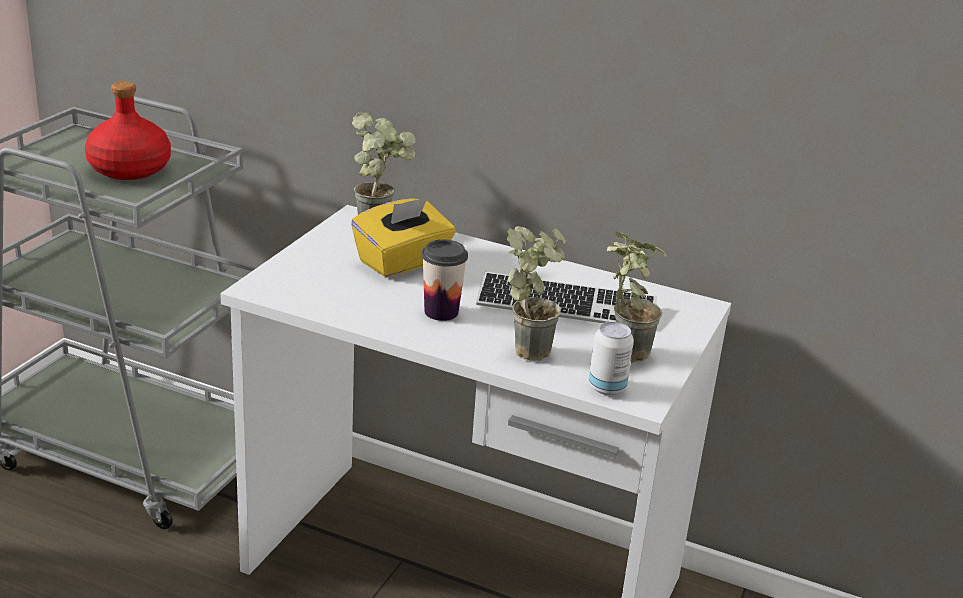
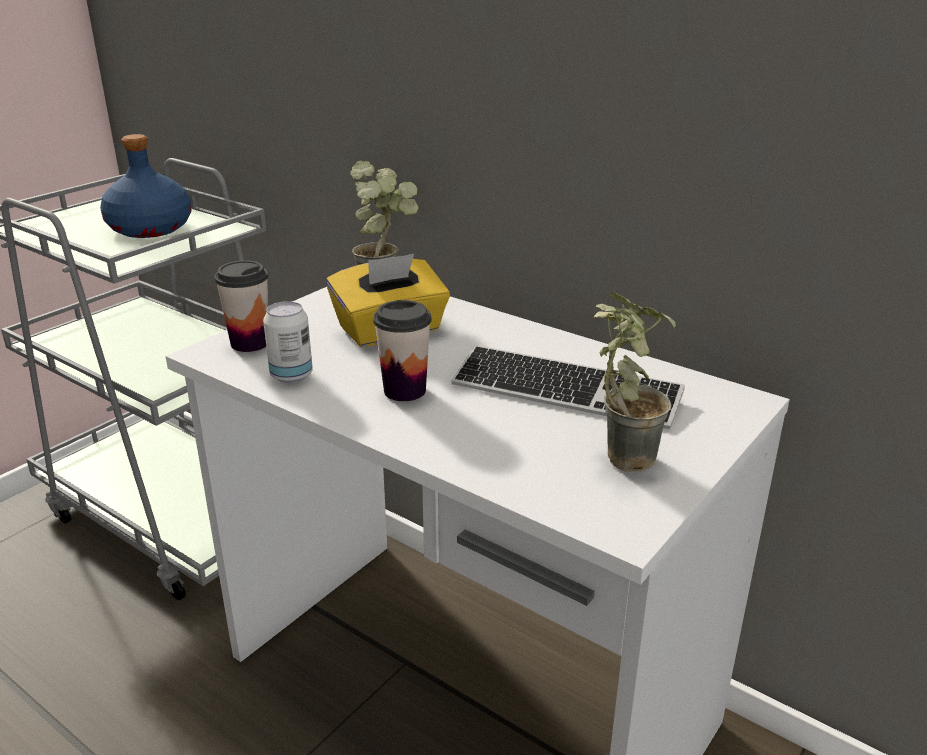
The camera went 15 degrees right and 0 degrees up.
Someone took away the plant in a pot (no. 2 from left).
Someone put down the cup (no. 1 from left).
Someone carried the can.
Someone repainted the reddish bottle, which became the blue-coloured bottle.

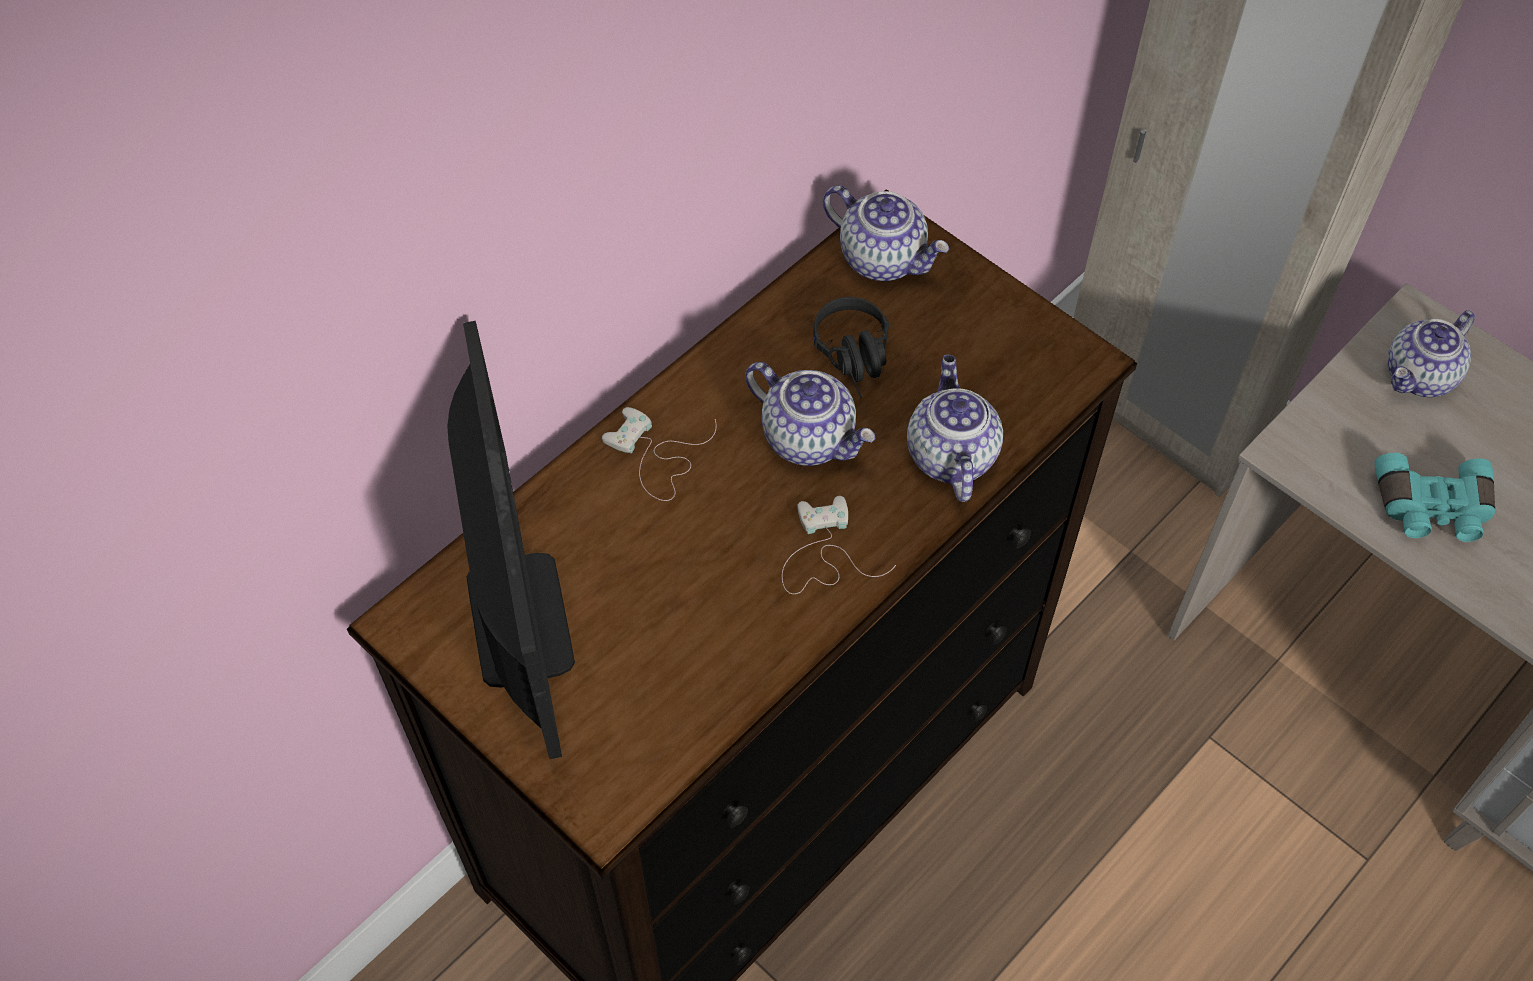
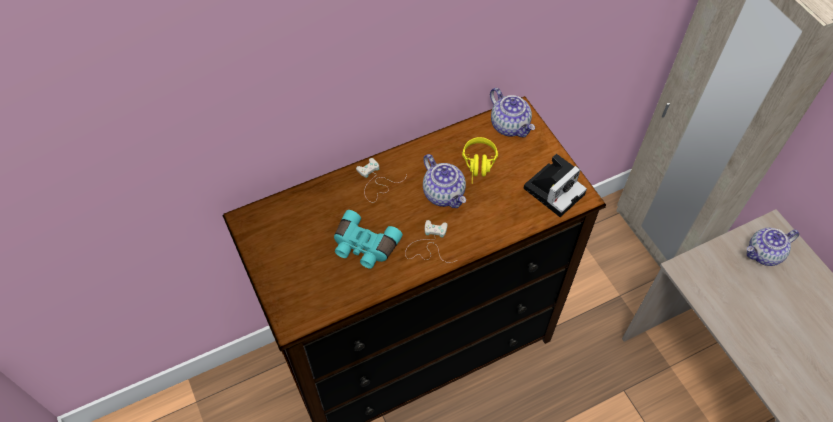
The camera went 20 degrees right and 0 degrees up.
Someone took away the computer display.
Someone took away the pot for tea (no. 3 from left).
Someone put down the still camera.
Someone carried the turquoise field glasses.
Someone repainted the black-coloured headset, which became the yellowish headset.

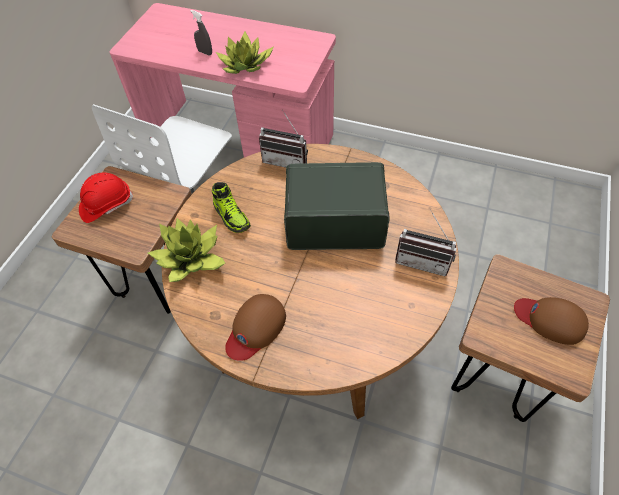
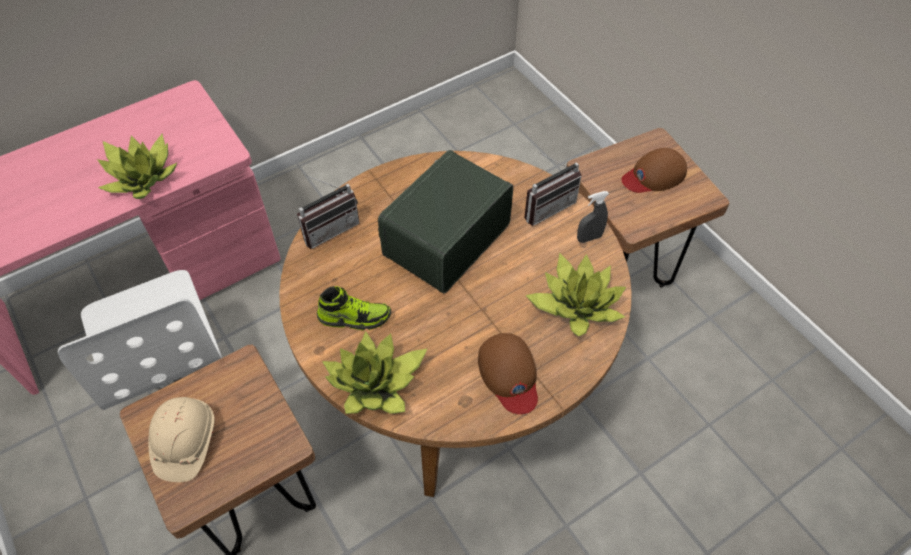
The camera went 55 degrees left and 0 degrees up.
Someone put down the plant in a pot (no. 3 from left).
Someone carried the greyish hand sprayer.
Someone repainted the reddish work helmet, which became the beige-coloured work helmet.

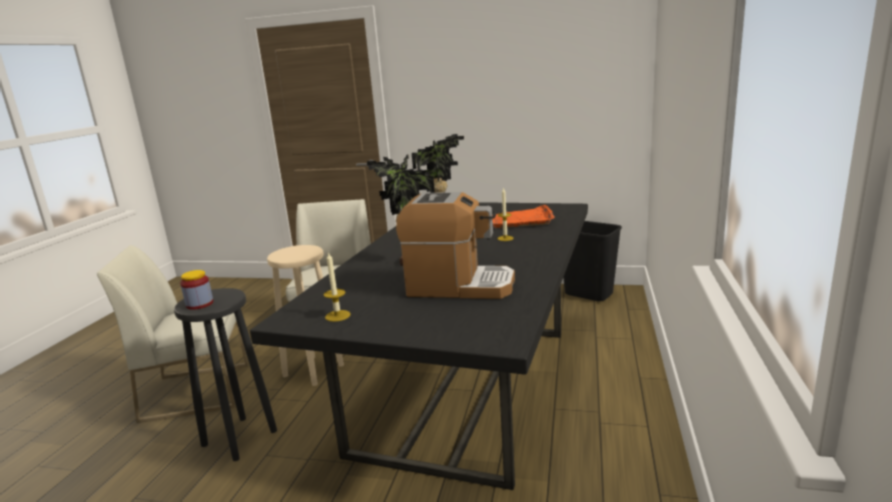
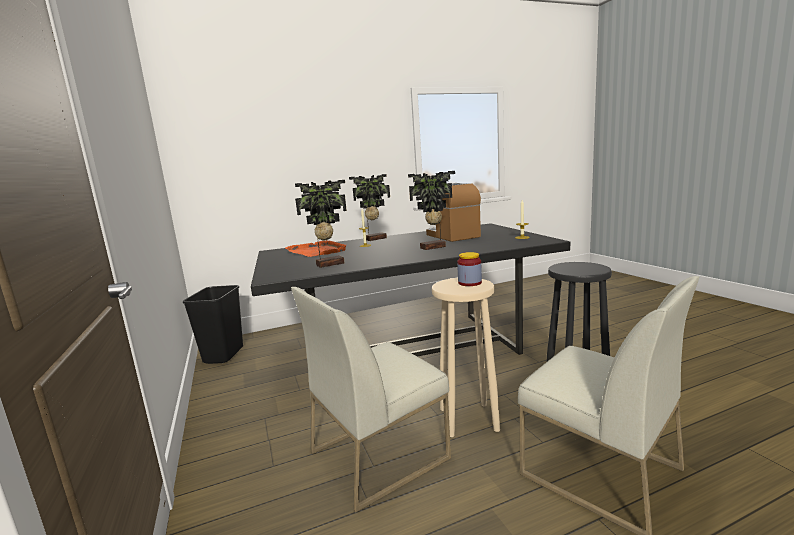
The camera went 125 degrees left and 5 degrees down.
Someone put down the plant in a pot (no. 2 from left).
Someone carried the storage jar.

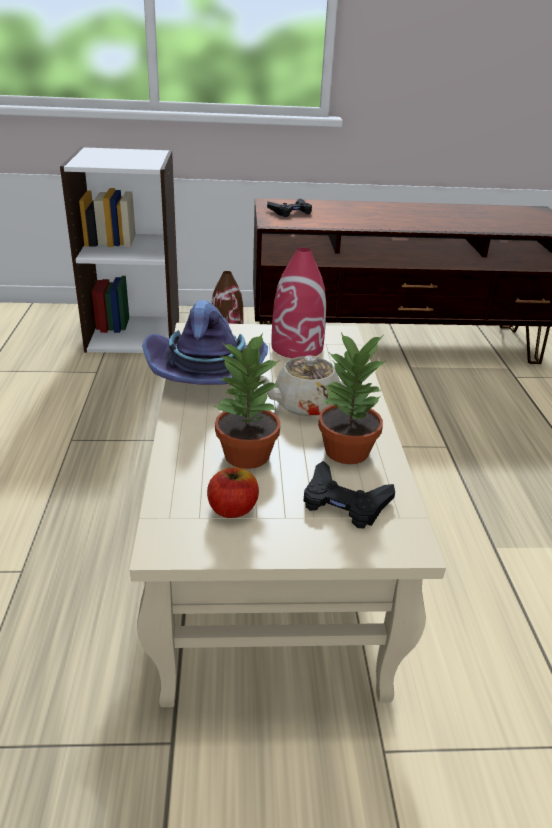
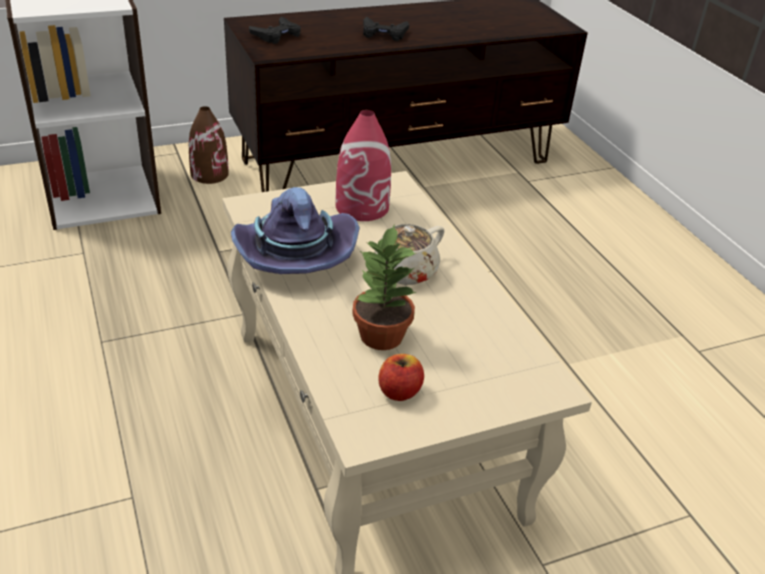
The camera went 20 degrees left and 5 degrees up.
Someone took away the plant in a pot (no. 2 from left).
Someone carried the black-coloured joypad (no. 2 from left).

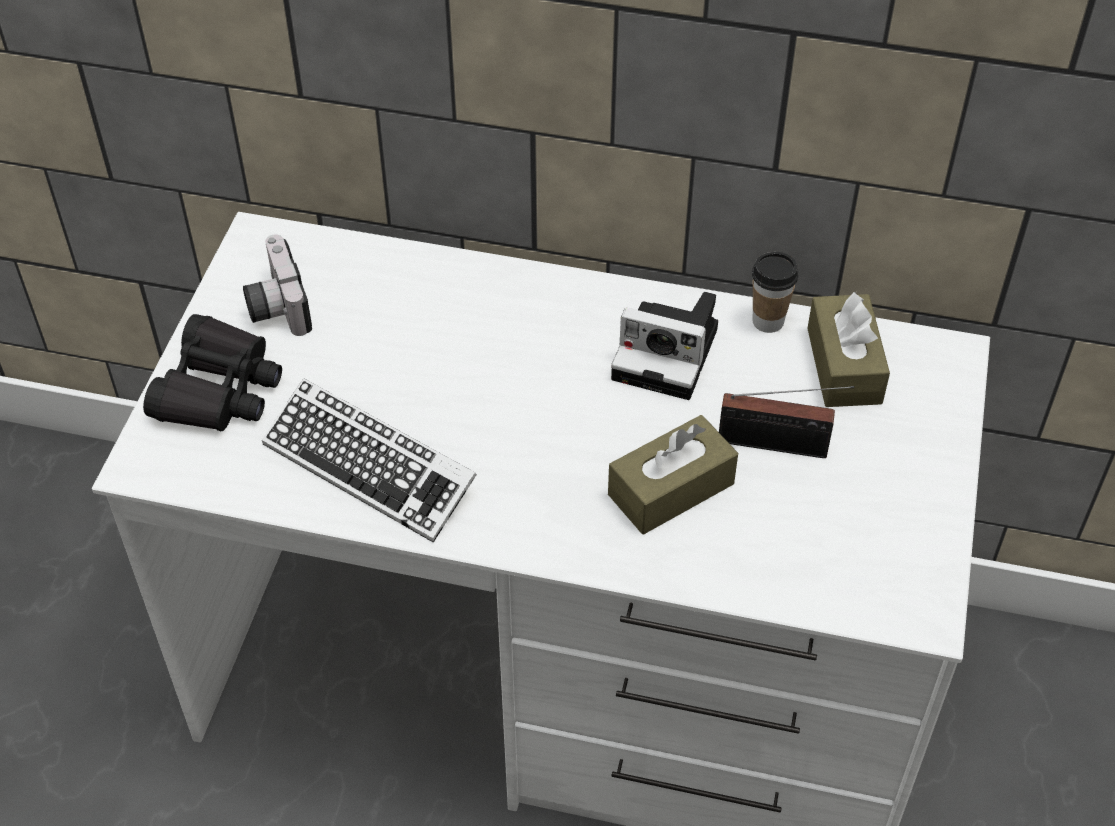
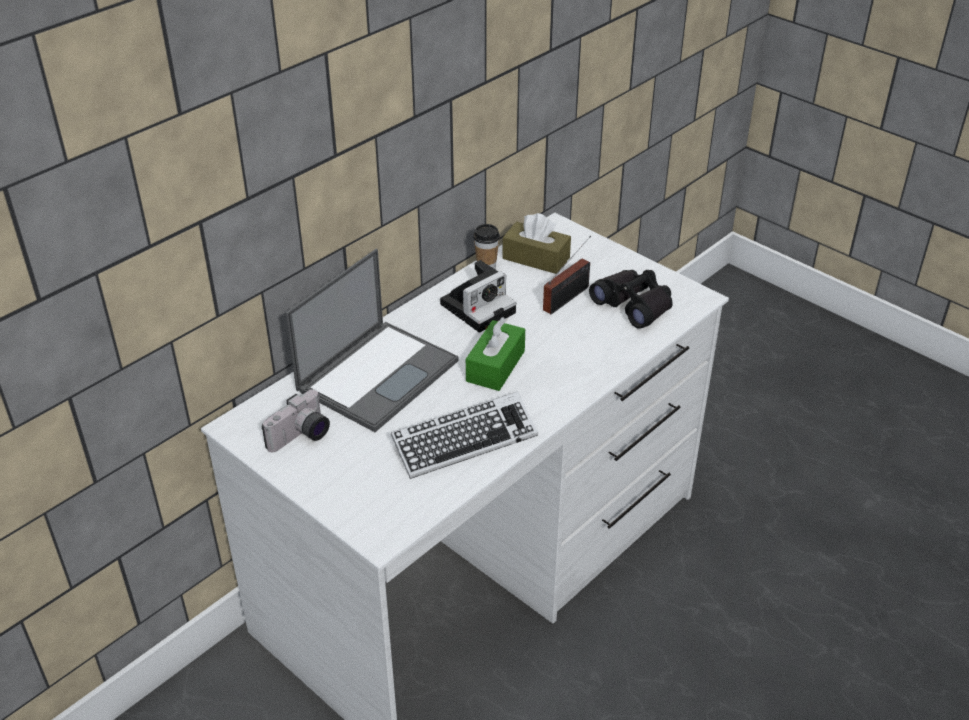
The camera went 60 degrees left and 10 degrees down.
Someone took away the brown box of tissues (no. 1 from left).
Someone put down the notebook computer.
Someone put down the green-coloured box of tissues.
Someone carried the black-coloured field glasses.
Someone rotated the still camera (no. 1 from left) by 60 degrees counterclockwise.

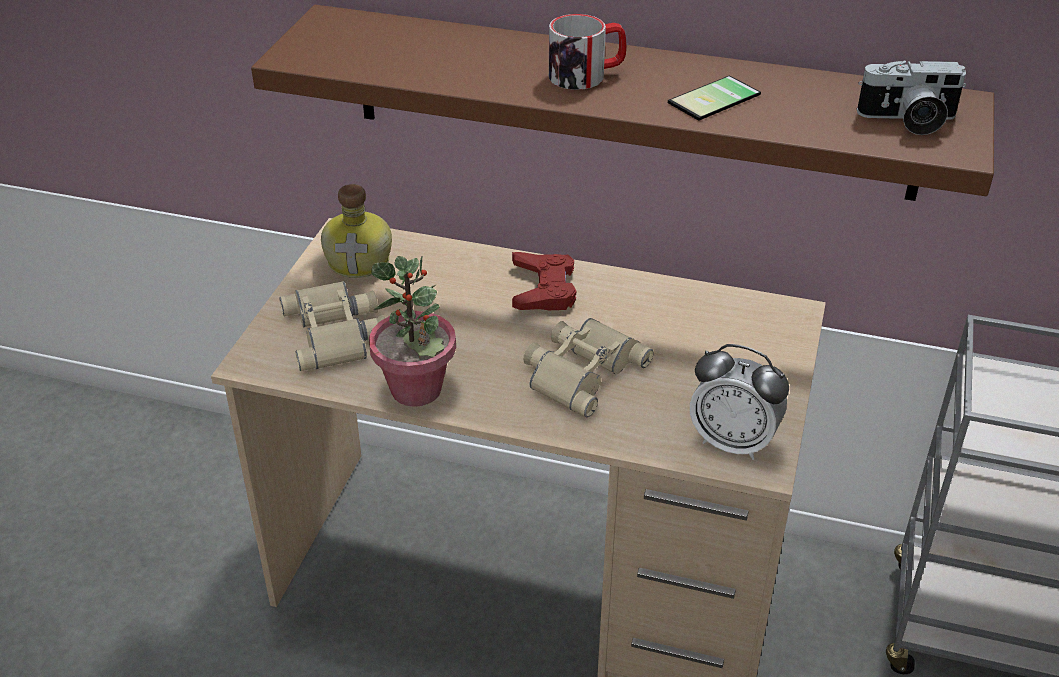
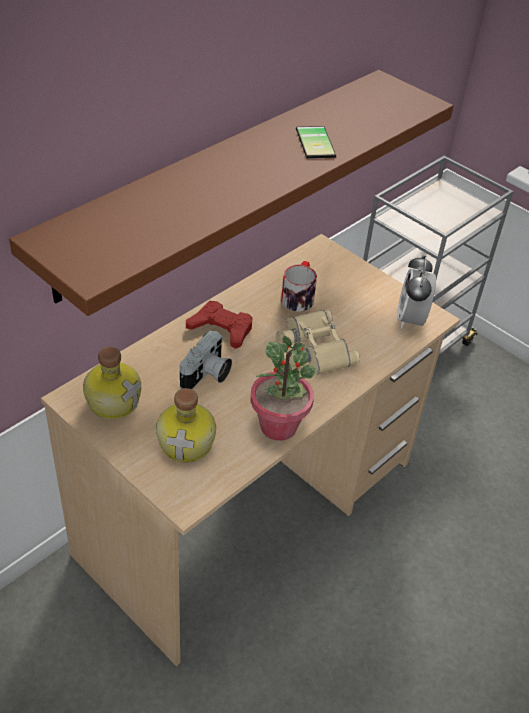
The camera went 65 degrees left and 5 degrees up.
Someone carried the coffee mug.
Someone carried the still camera.
Someone swapped the beige-coloured field glasses (no. 1 from left) for the bottle (no. 2 from left).
Someone rotated the bedside clock by 135 degrees clockwise.

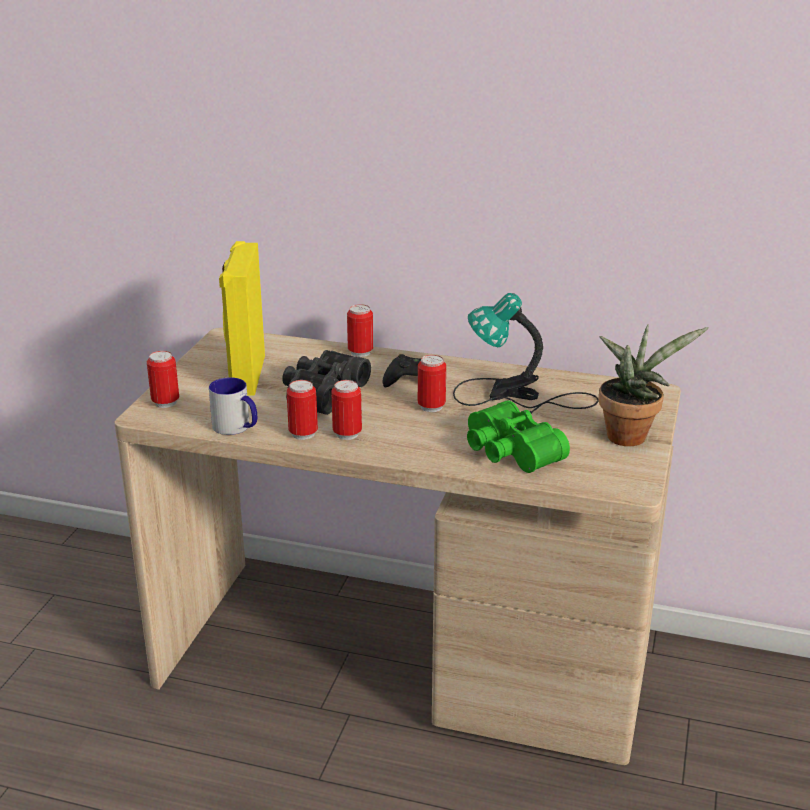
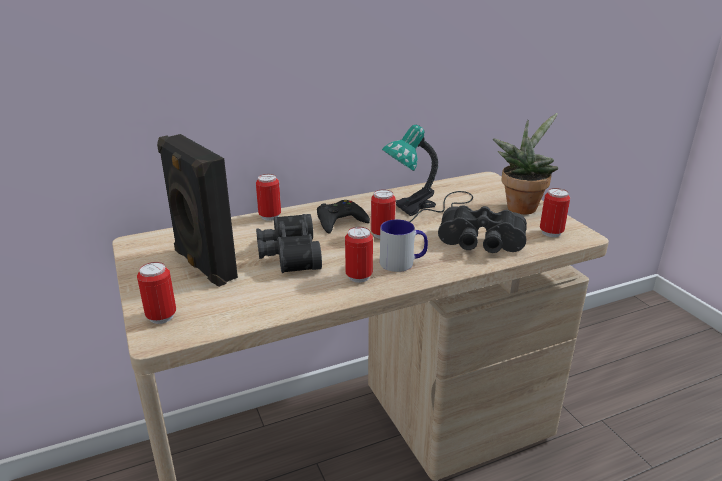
The camera went 40 degrees left and 0 degrees up.
Someone carried the coffee mug.
Someone carried the can (no. 2 from left in the first image).
Someone repainted the yellowish audio speaker, which became the black-coloured audio speaker.
Someone repainted the green-coloured field glasses, which became the black-coloured field glasses (no. 2 from left).

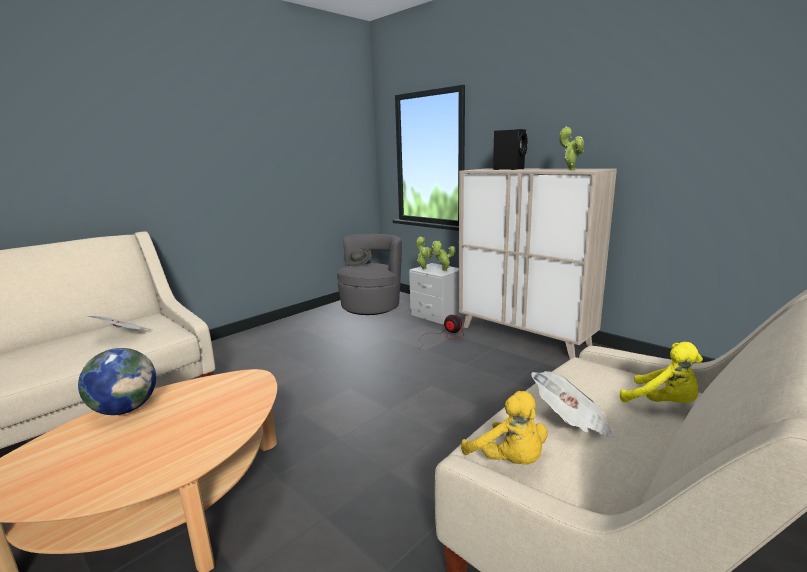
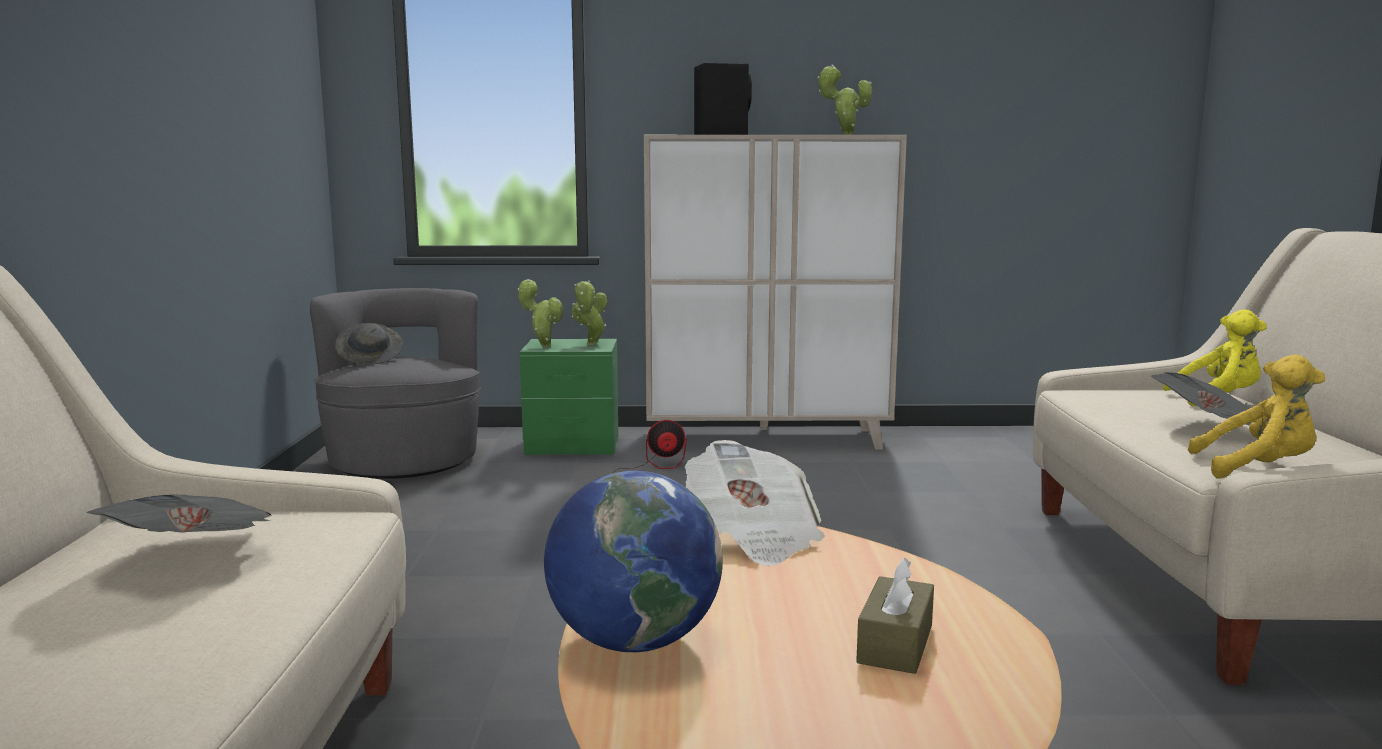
The camera went 45 degrees left and 5 degrees down.
Someone put down the newspaper (no. 2 from left).
Someone put down the brown box of tissues.
Someone repainted the greyish night table, which became the green-coloured night table.

